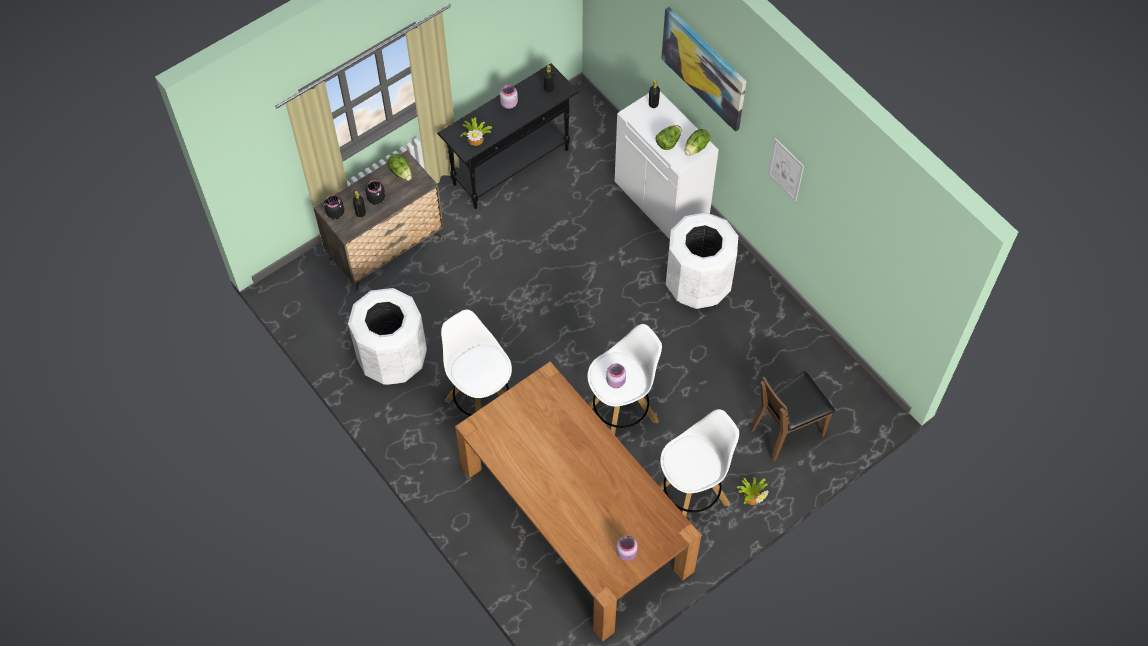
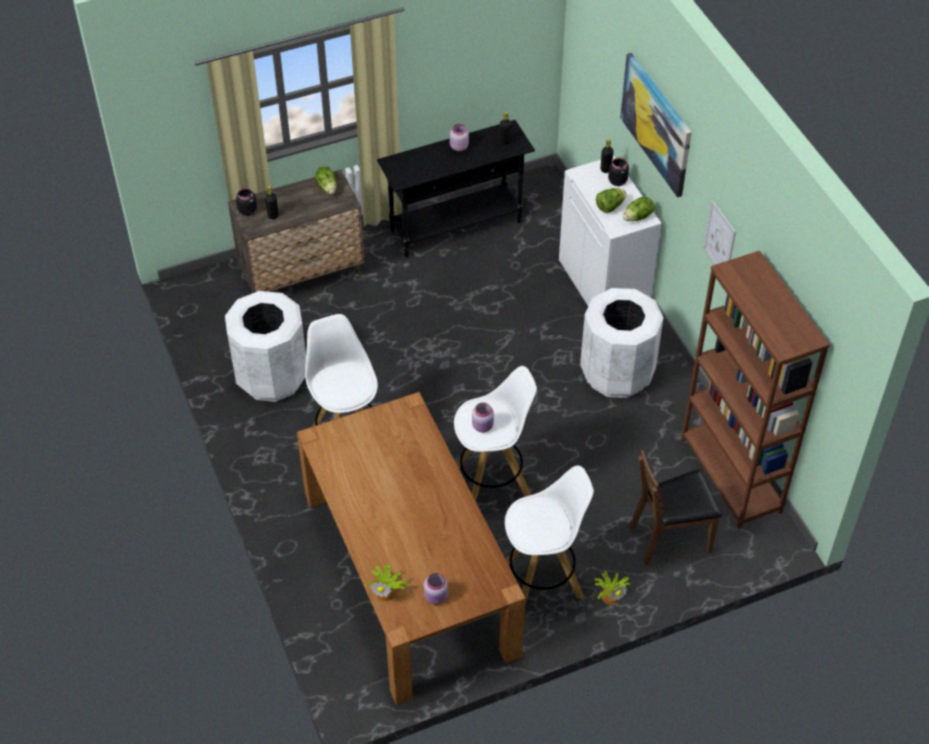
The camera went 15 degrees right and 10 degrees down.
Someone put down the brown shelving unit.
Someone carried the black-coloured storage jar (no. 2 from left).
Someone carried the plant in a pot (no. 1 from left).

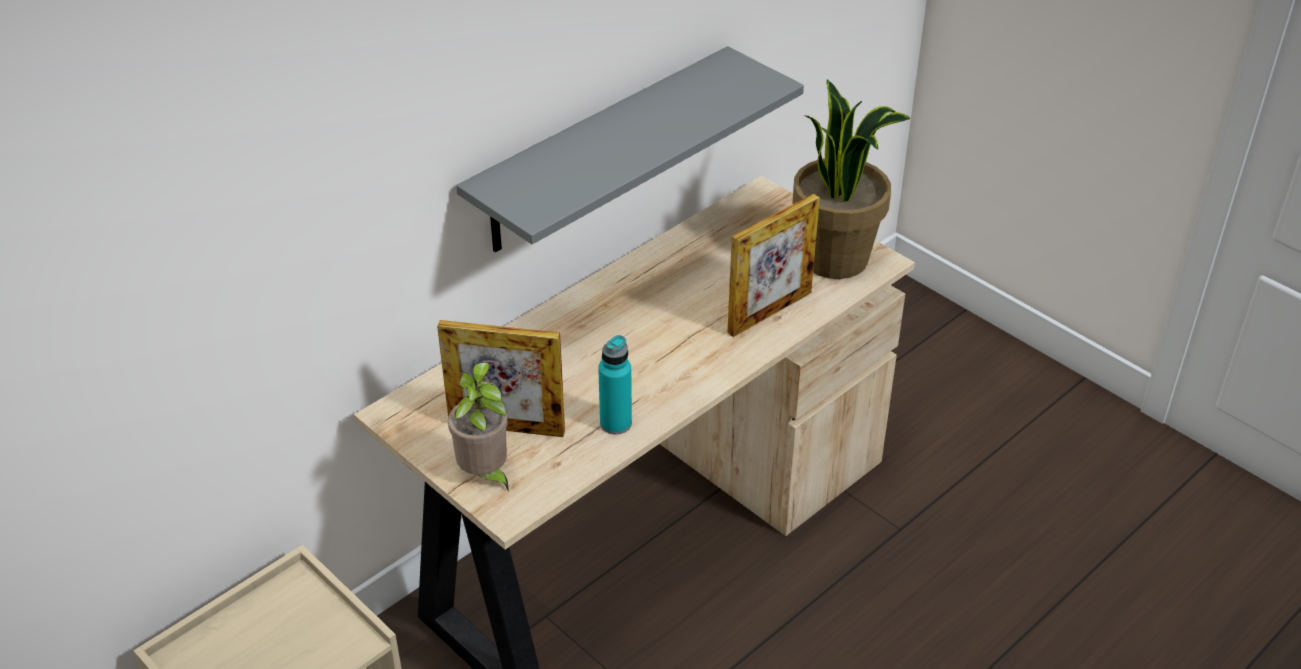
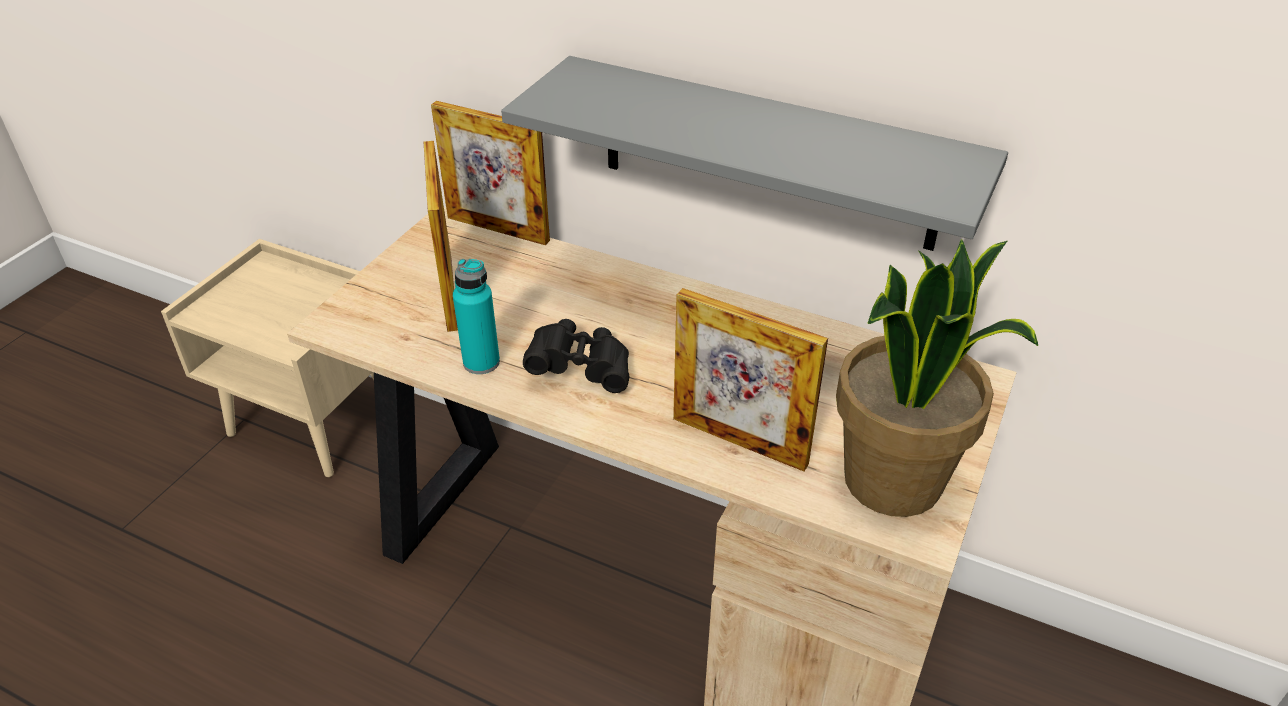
The camera went 70 degrees right and 0 degrees up.
Someone took away the plant in a pot (no. 1 from left).
Someone put down the photo frame (no. 2 from left).
Someone put down the black-coloured field glasses.

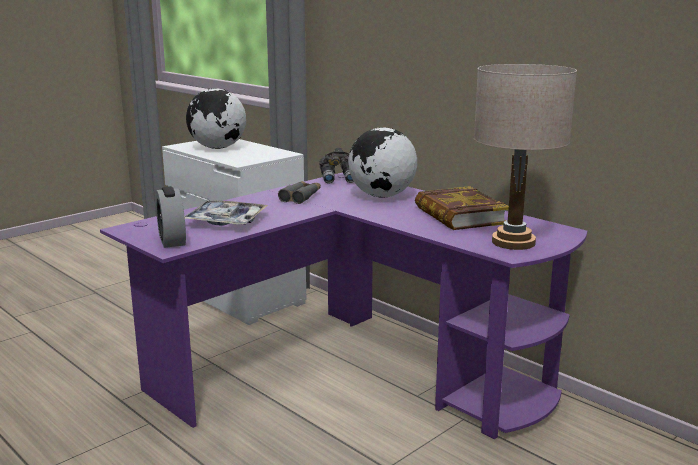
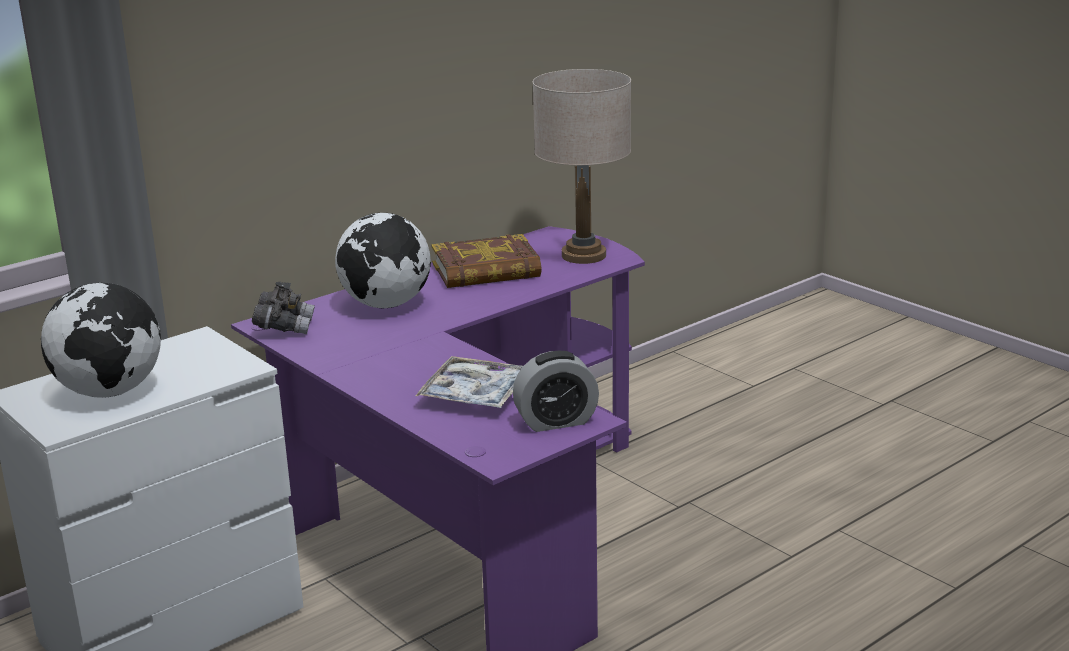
The camera went 85 degrees left and 5 degrees up.
Someone took away the greyish field glasses (no. 1 from left).

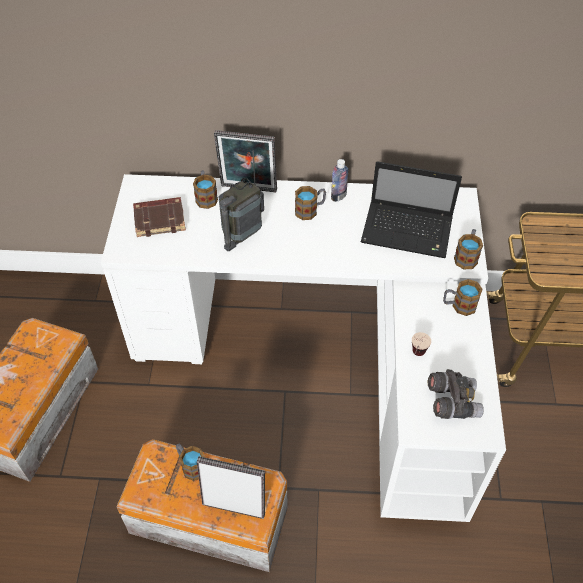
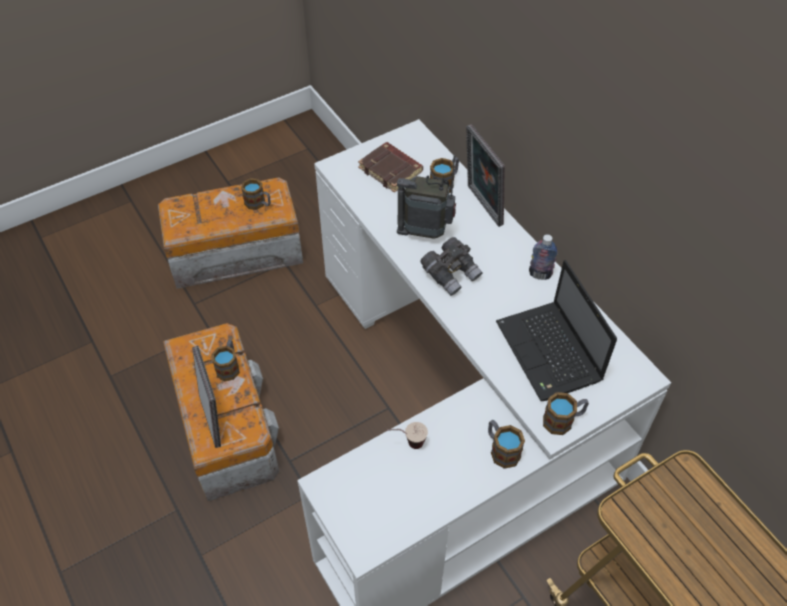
The camera went 55 degrees right and 0 degrees up.
Someone carried the coffee mug (no. 3 from left in the first image).
Someone carried the greyish field glasses.

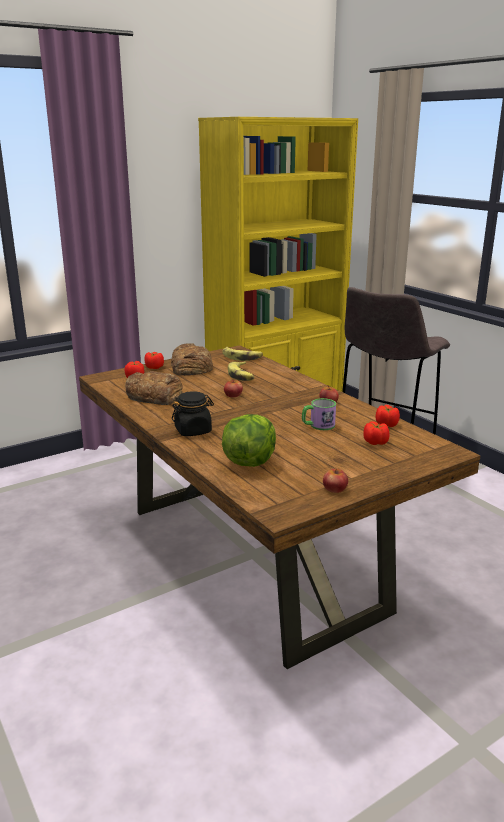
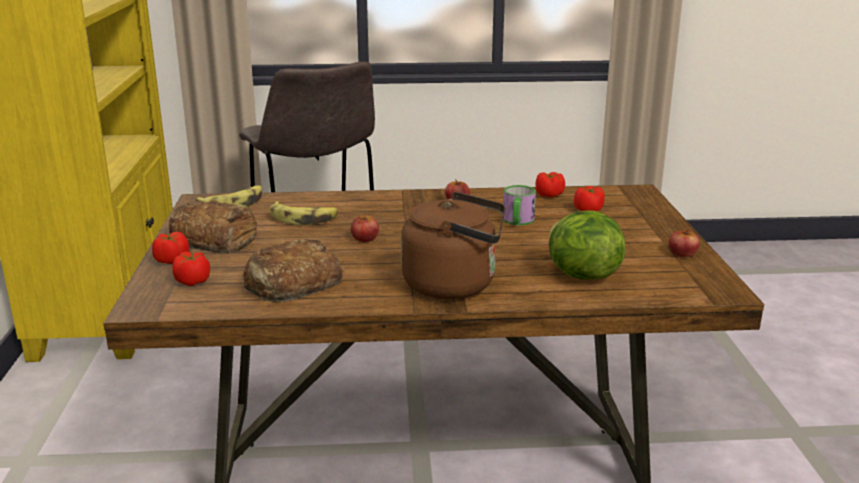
The camera went 60 degrees left and 0 degrees up.
Someone swapped the black-coloured storage jar for the brown tea kettle.

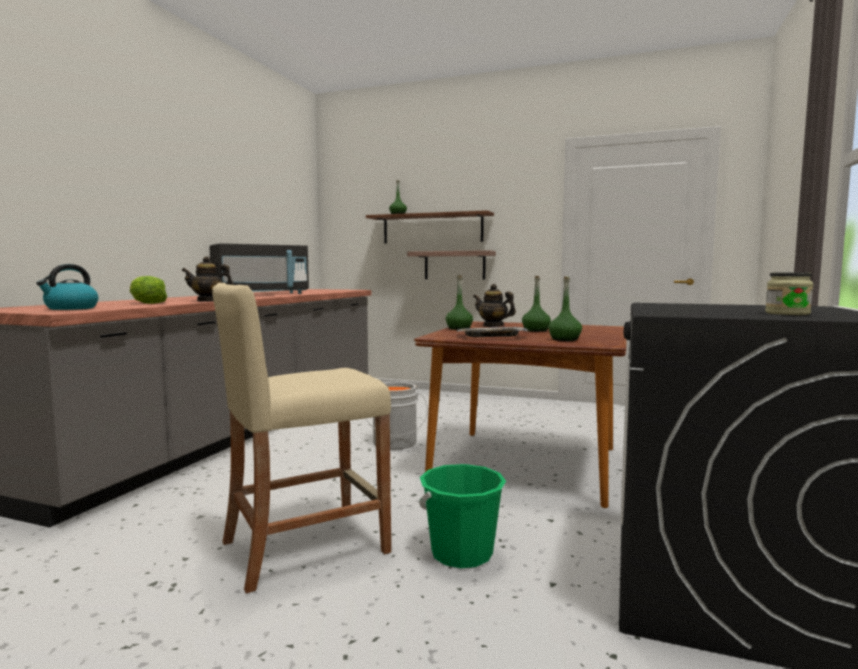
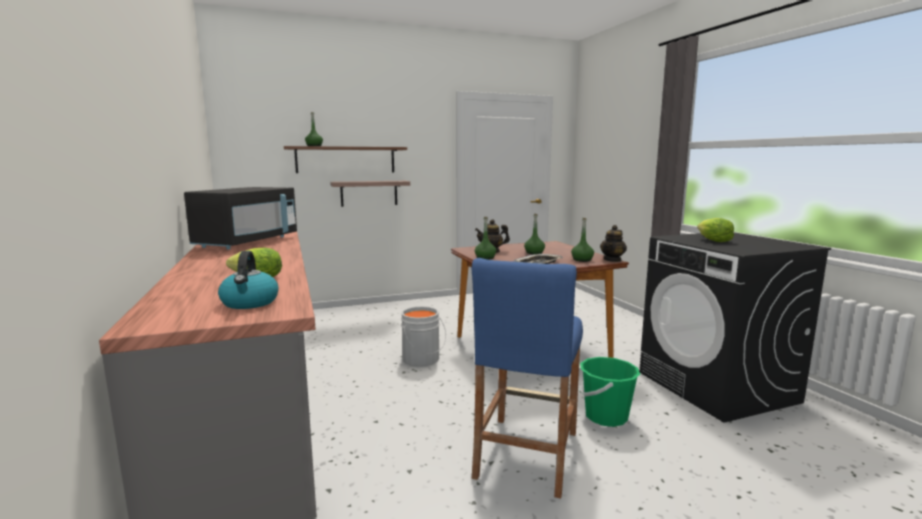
The camera went 40 degrees left and 5 degrees up.
Someone took away the storage jar.
Someone put down the lettuce (no. 2 from left).
Someone carried the pot for tea (no. 1 from left in the first image).
Someone repainted the beige-coloured stool, which became the blue-coloured stool.

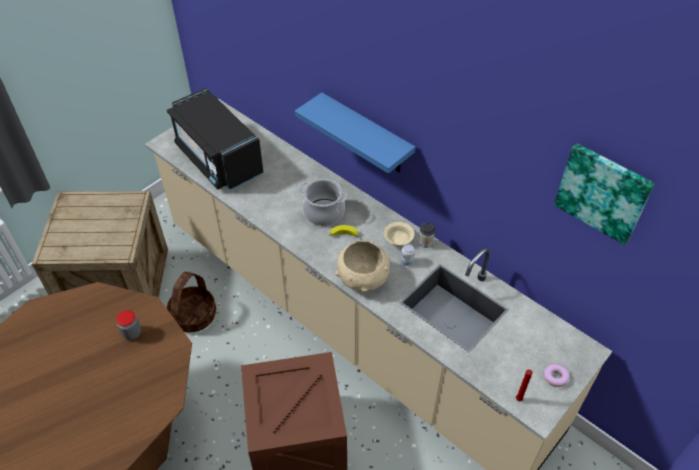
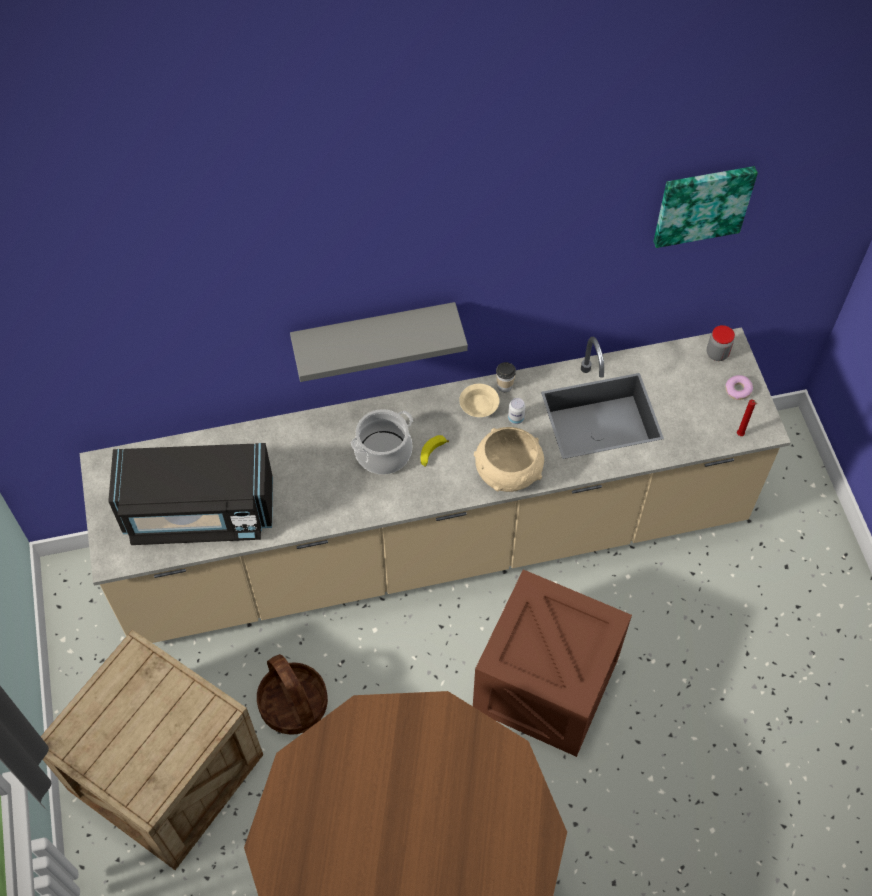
The camera went 55 degrees left and 10 degrees up.
Someone carried the storage jar.
Someone repainted the blue-coloured shelf, which became the greyish shelf.

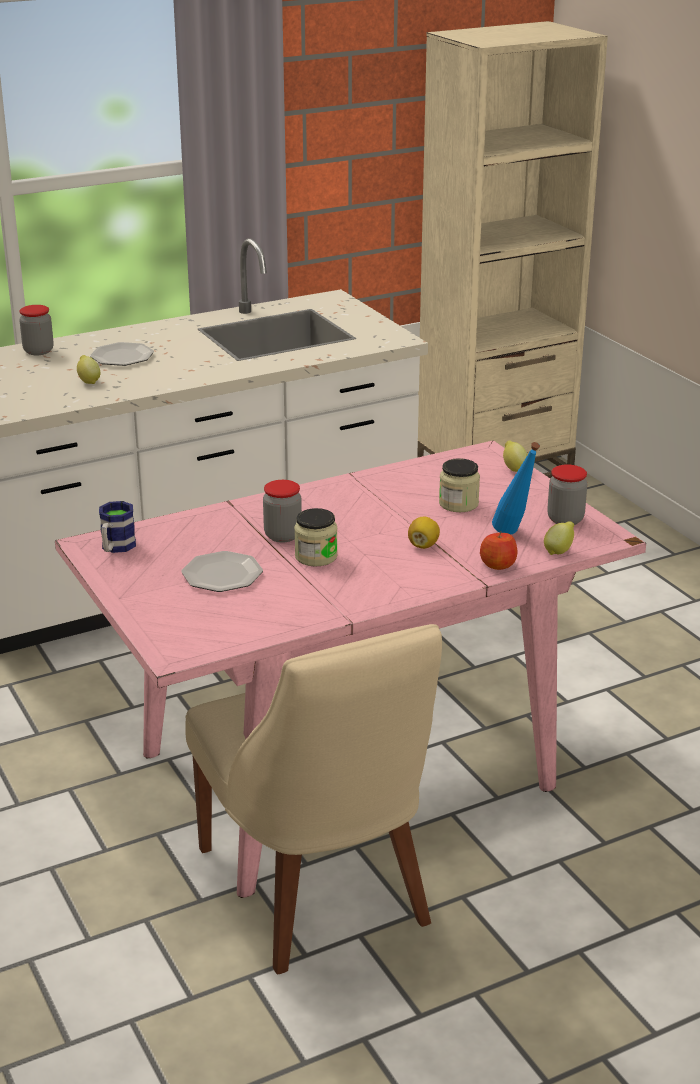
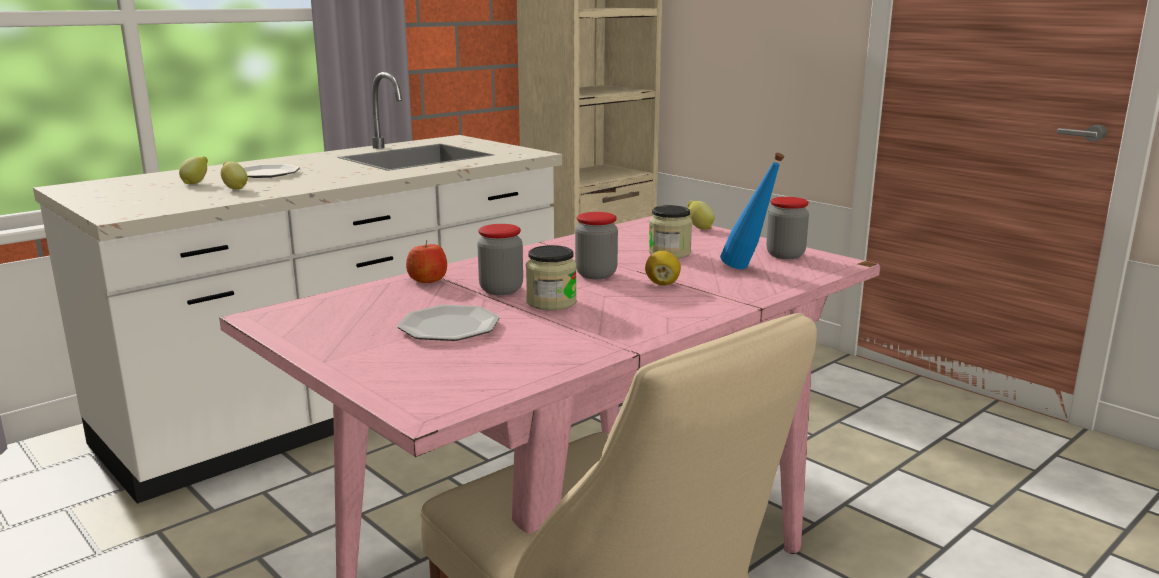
The camera went 15 degrees left and 10 degrees down.
Someone took away the coffee mug.
Someone carried the storage jar (no. 1 from left in the first image).
Someone carried the whole apple.
Someone carried the lemon (no. 4 from left in the first image).

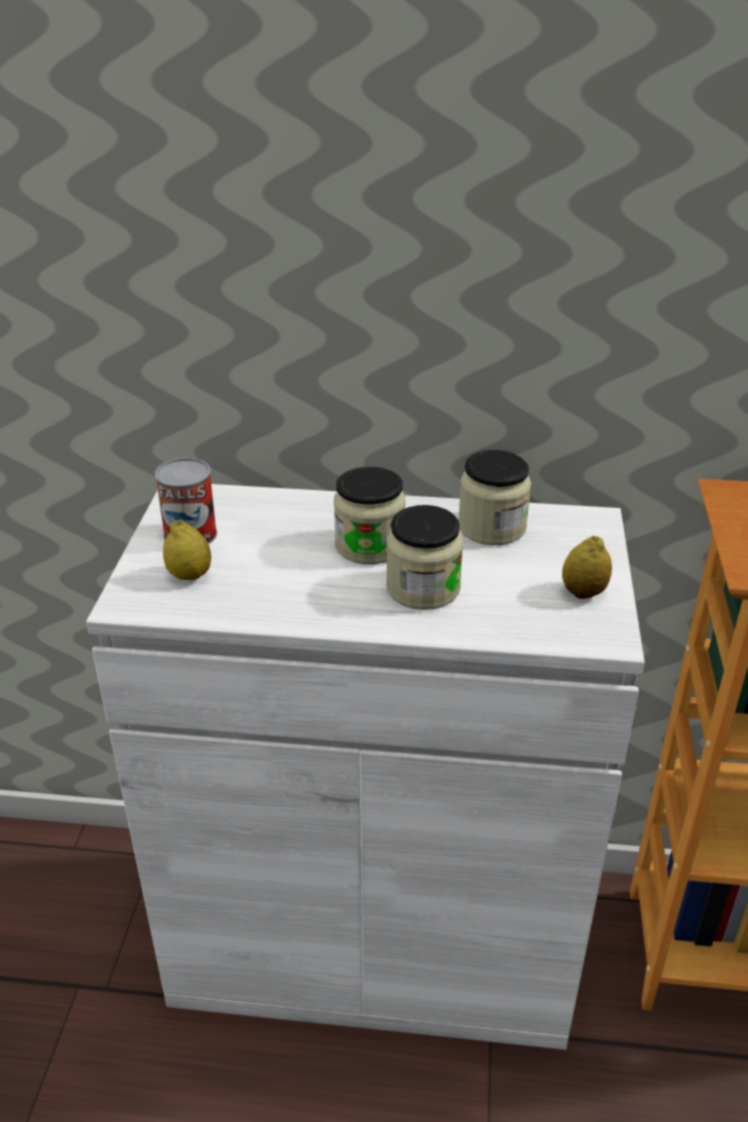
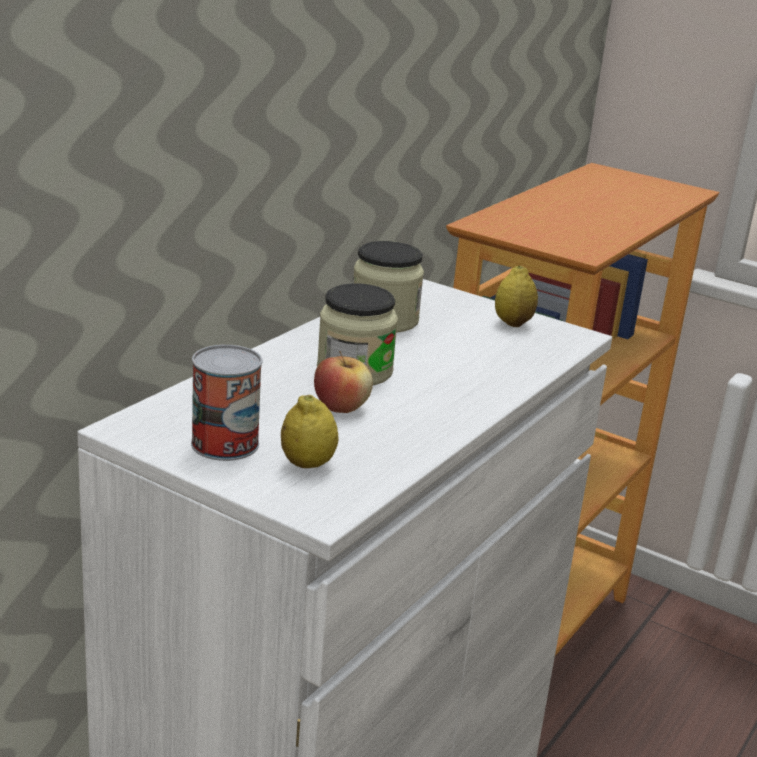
The camera went 65 degrees left and 10 degrees down.
Someone took away the storage jar (no. 2 from left).
Someone put down the whole apple.

